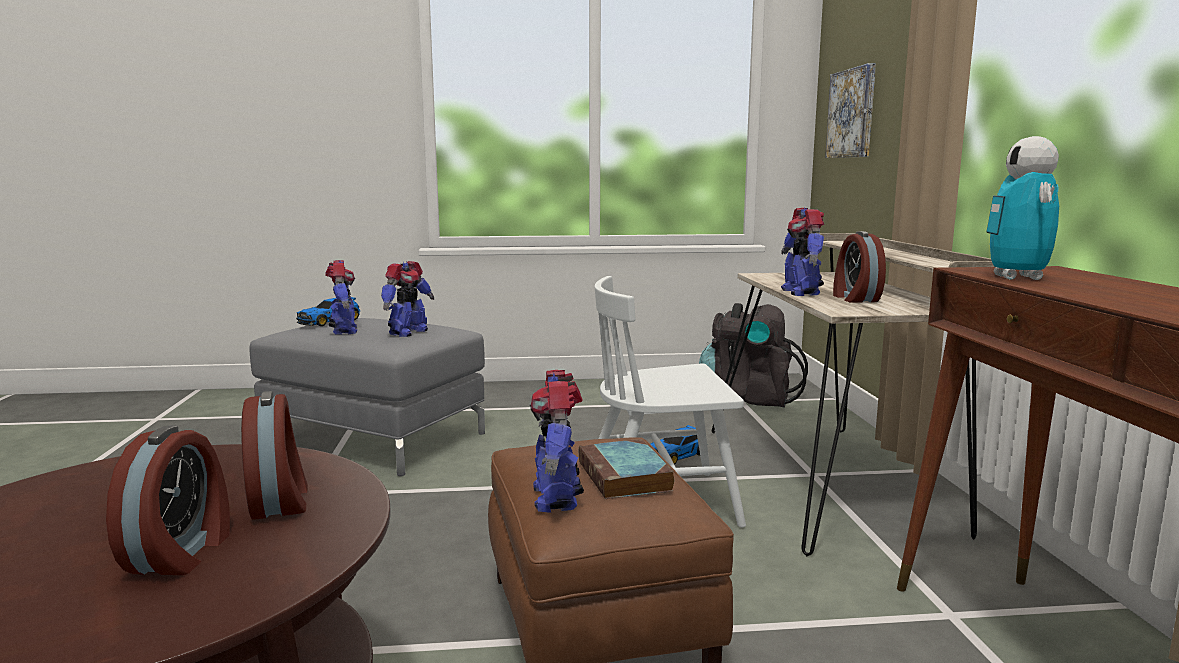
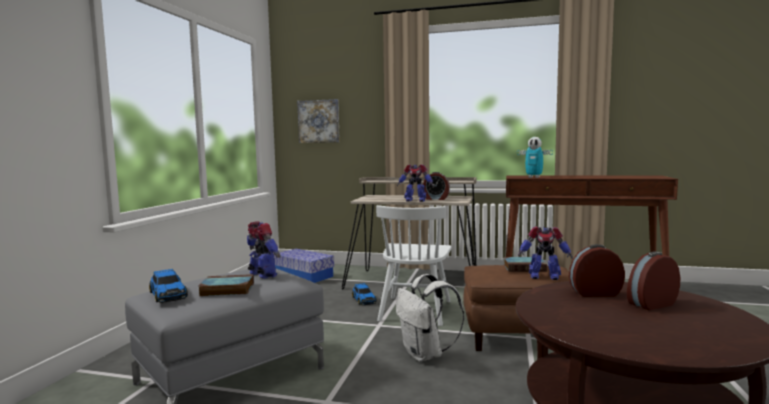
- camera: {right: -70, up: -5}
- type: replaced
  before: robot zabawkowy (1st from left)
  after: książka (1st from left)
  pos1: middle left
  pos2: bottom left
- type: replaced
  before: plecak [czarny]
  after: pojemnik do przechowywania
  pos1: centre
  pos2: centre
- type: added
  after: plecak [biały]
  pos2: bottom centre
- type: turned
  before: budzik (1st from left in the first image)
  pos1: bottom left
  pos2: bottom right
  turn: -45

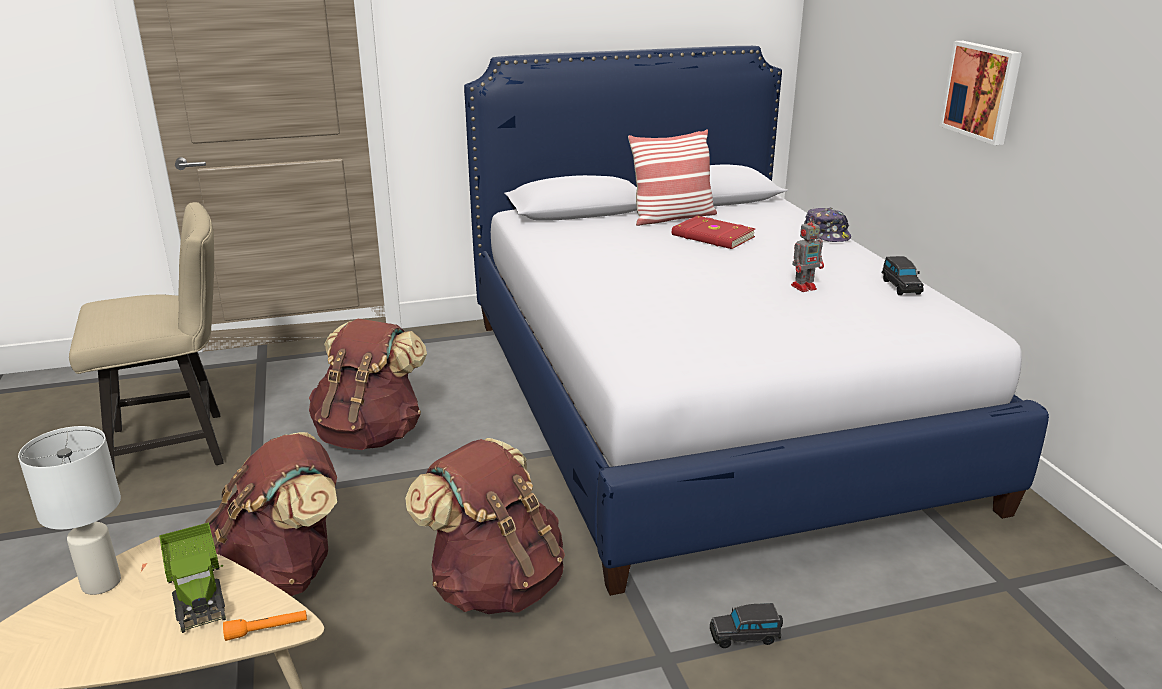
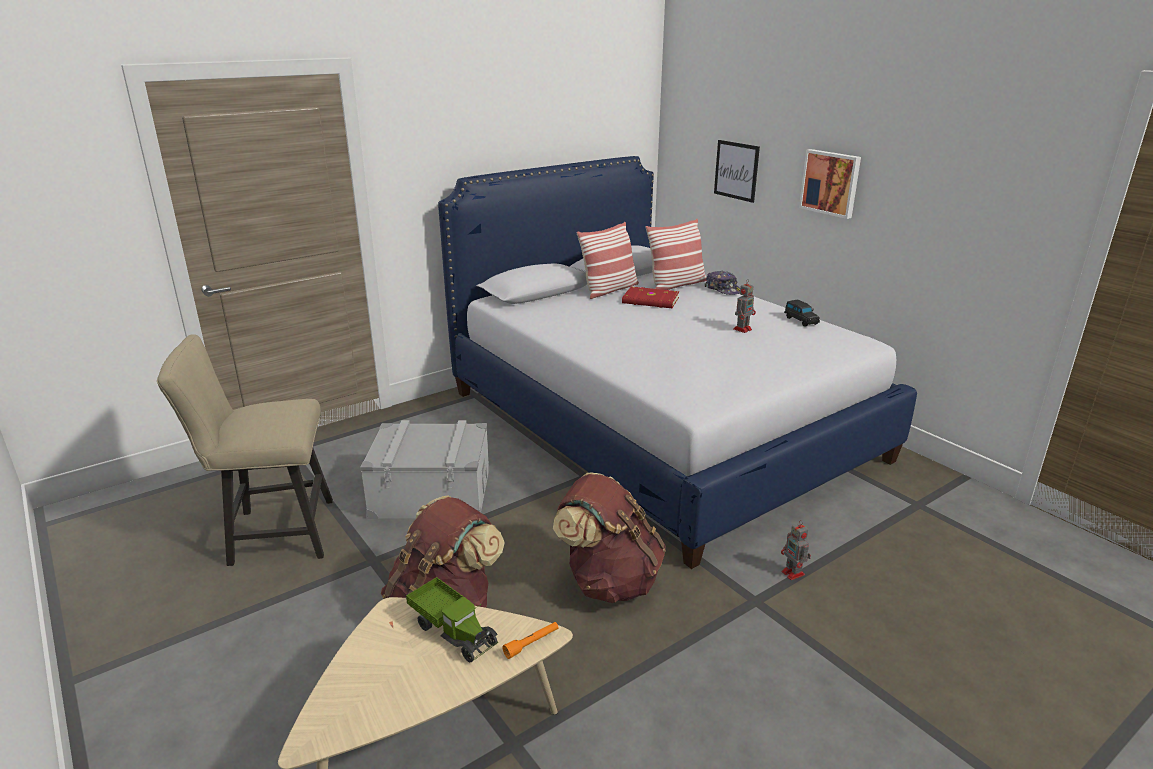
- camera: {right: -20, up: 0}
- type: turned
  before: krzesło [beżowy]
  pos1: middle left
  pos2: middle left
  turn: -150
- type: replaced
  before: plecak [brązowy] (2nd from left)
  after: pojemnik do przechowywania [szary]
  pos1: middle left
  pos2: centre
- type: added
  after: poduszka (2nd from left)
  pos2: top centre
- type: added
  after: obraz (1st from left)
  pos2: top centre
- type: replaced
  before: samochodzik [czarny] (1st from left)
  after: robot zabawkowy (2nd from left)
  pos1: bottom centre
  pos2: bottom right
- type: removed
  before: lampa stołowa [biały]
  pos1: bottom left

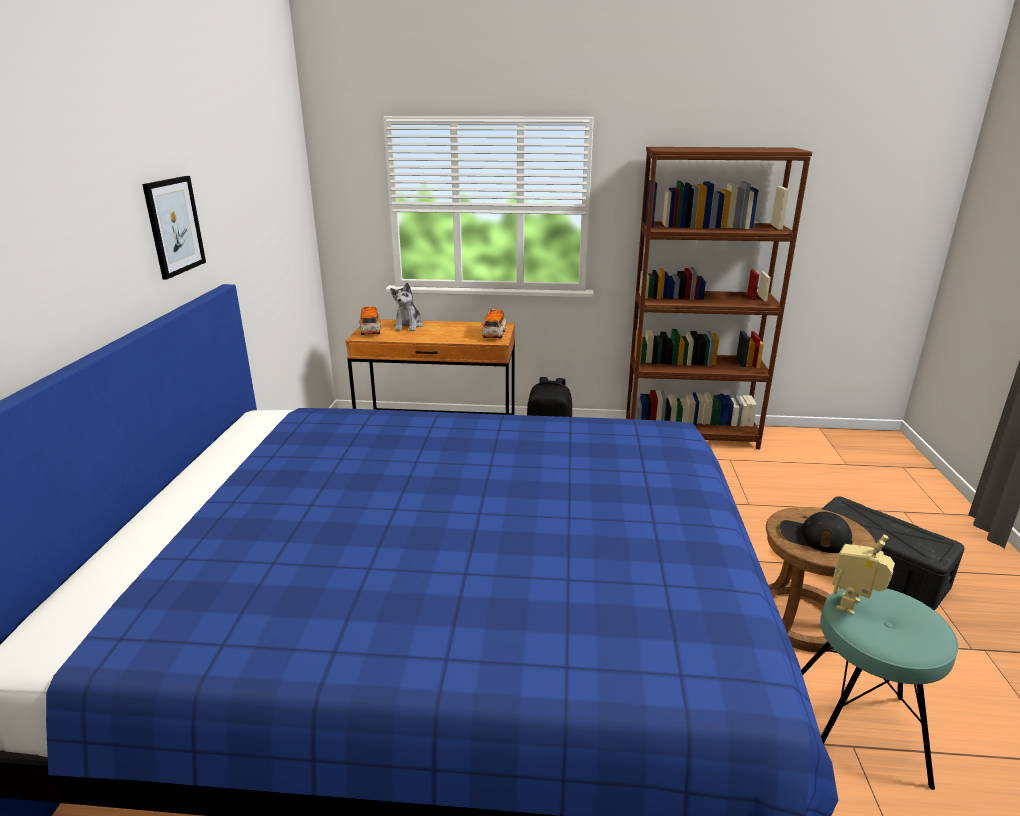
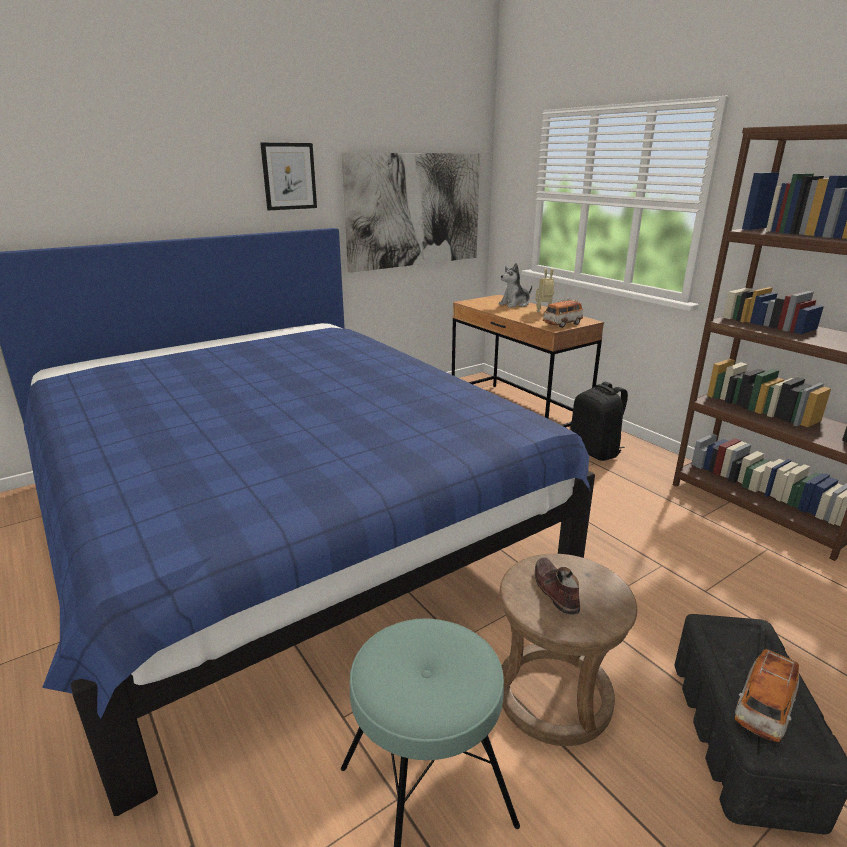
- camera: {right: 50, up: 0}
- type: added
  after: obraz (2nd from left)
  pos2: top centre
- type: moved
  before: robot zabawkowy
  pos1: bottom right
  pos2: centre
- type: replaced
  before: czapka z daszkiem [czarny]
  after: but [brązowy]
  pos1: middle right
  pos2: bottom centre
- type: moved
  before: samochodzik (1st from left in the first image)
  after: samochodzik (2nd from left)
  pos1: centre
  pos2: bottom right

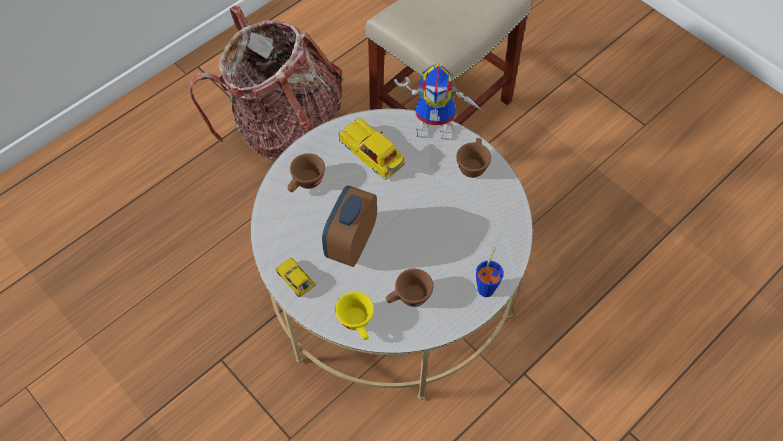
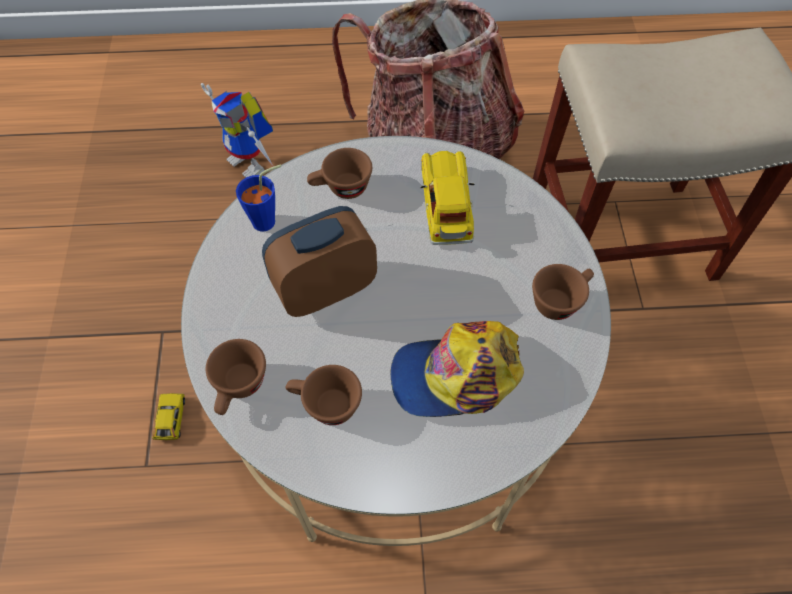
- camera: {right: 40, up: 0}
- type: moved
  before: samochodzik (1st from left)
  pos1: centre
  pos2: bottom left
- type: moved
  before: robot zabawkowy
  pos1: top centre
  pos2: top left
- type: recoloured
  before: filiżanka [żółty]
  after: filiżanka [brązowy] (1st from left)
  pos1: bottom centre
  pos2: middle left
- type: moved
  before: filiżanka [niebieski]
  pos1: centre
  pos2: middle left
- type: added
  after: czapka z daszkiem
  pos2: centre

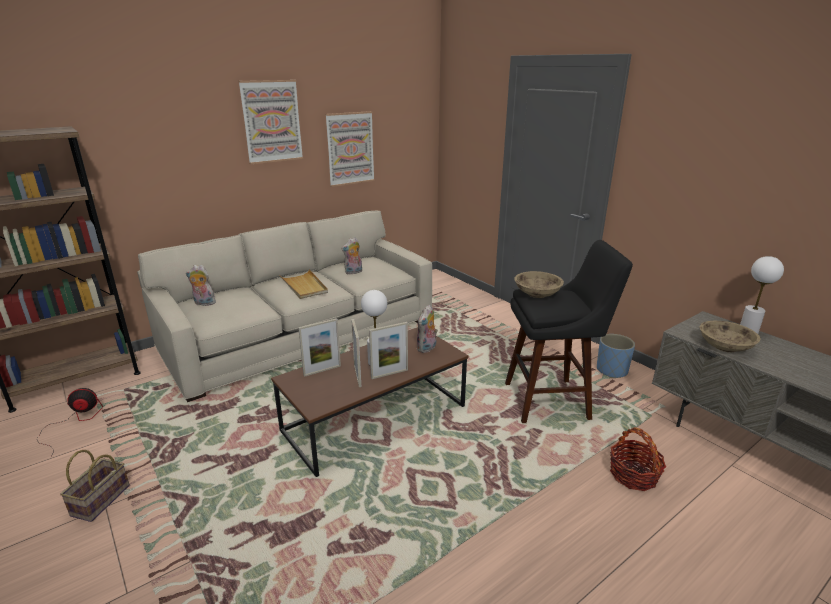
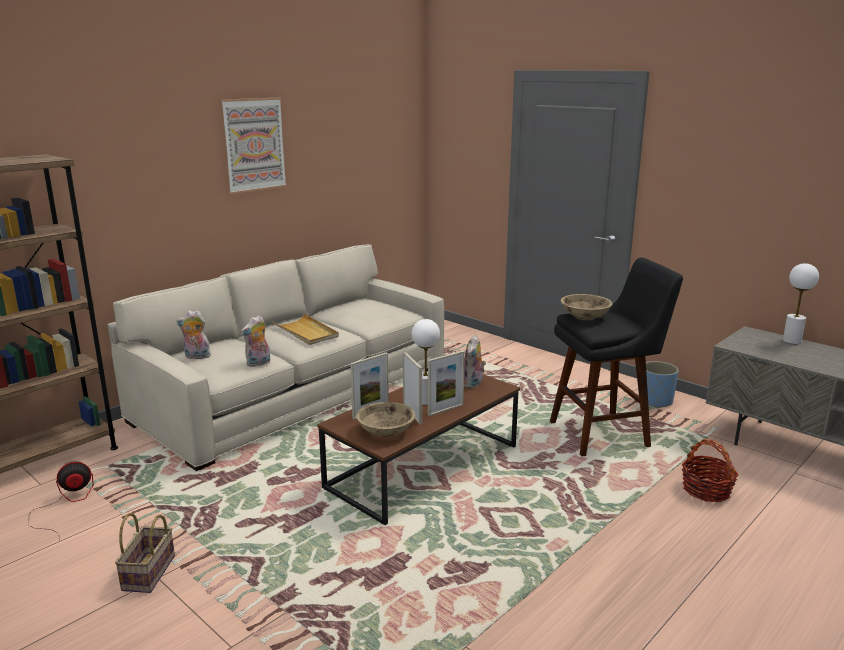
- camera: {right: -10, up: -5}
- type: moved
  before: pluszak (2nd from left)
  pos1: centre
  pos2: middle left
- type: moved
  before: miska [beżowy] (2nd from left in the first image)
  after: miska [beżowy] (1st from left)
  pos1: middle right
  pos2: centre
- type: removed
  before: obraz (2nd from left)
  pos1: top centre

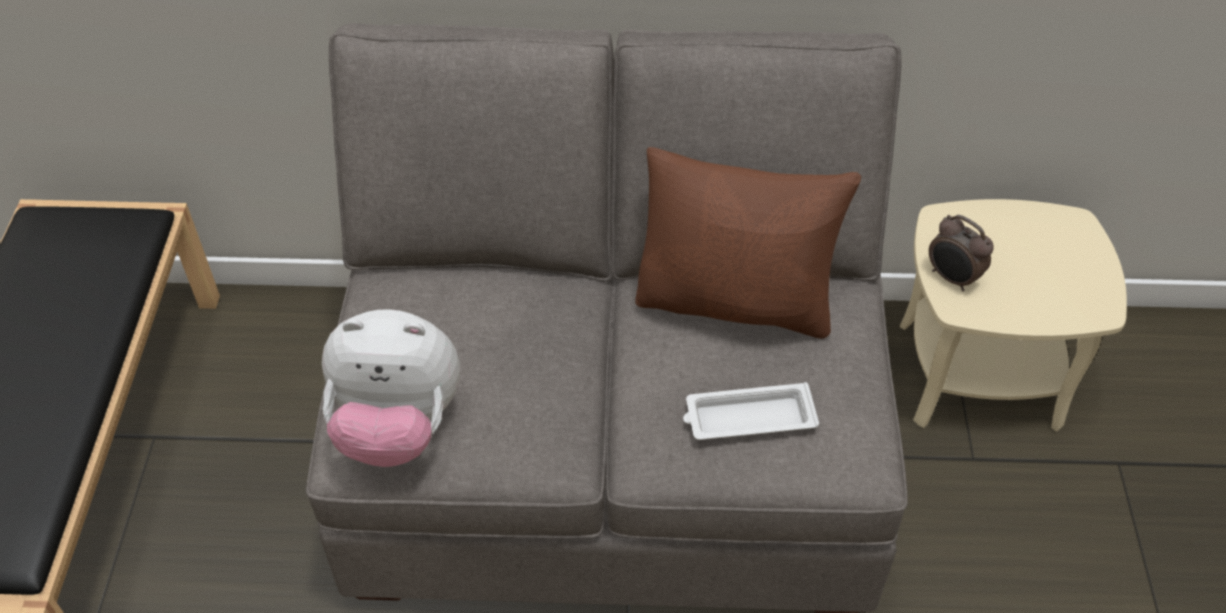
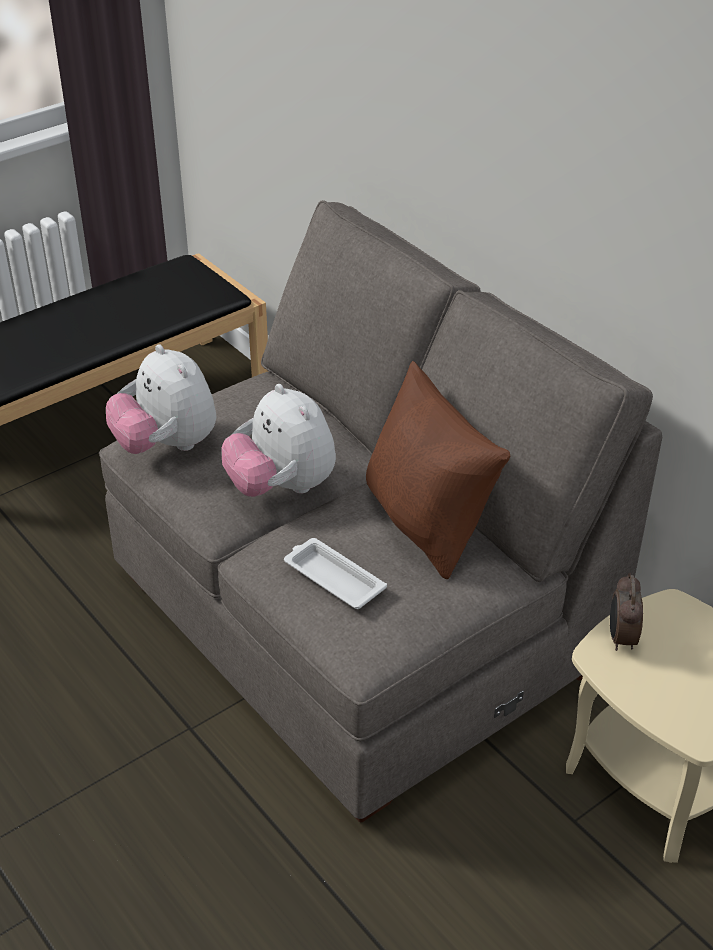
- camera: {right: 50, up: -10}
- type: added
  after: pluszak (2nd from left)
  pos2: centre

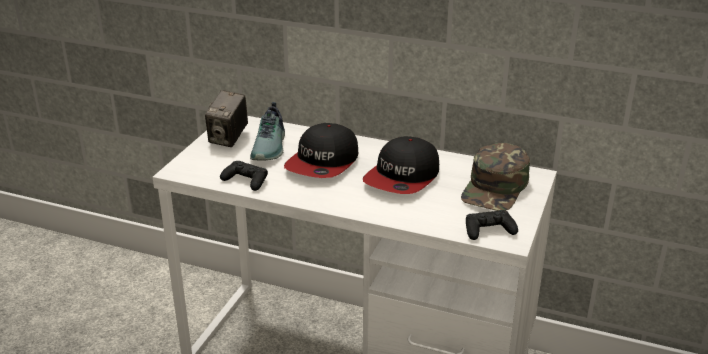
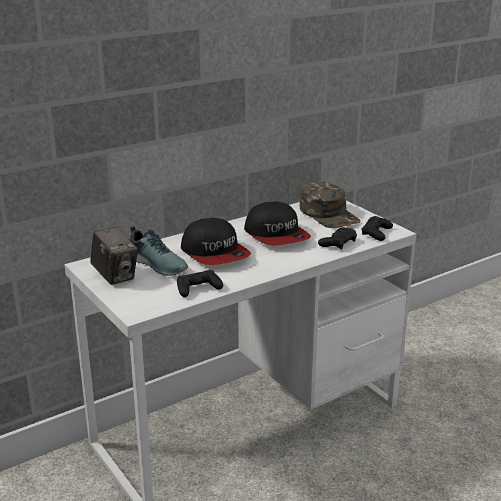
- camera: {right: -55, up: -5}
- type: added
  after: pad do gier [czarny] (2nd from left)
  pos2: middle right

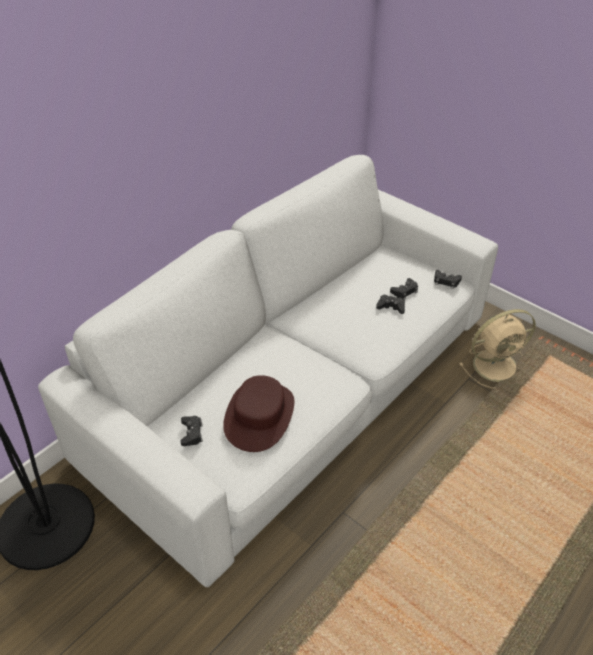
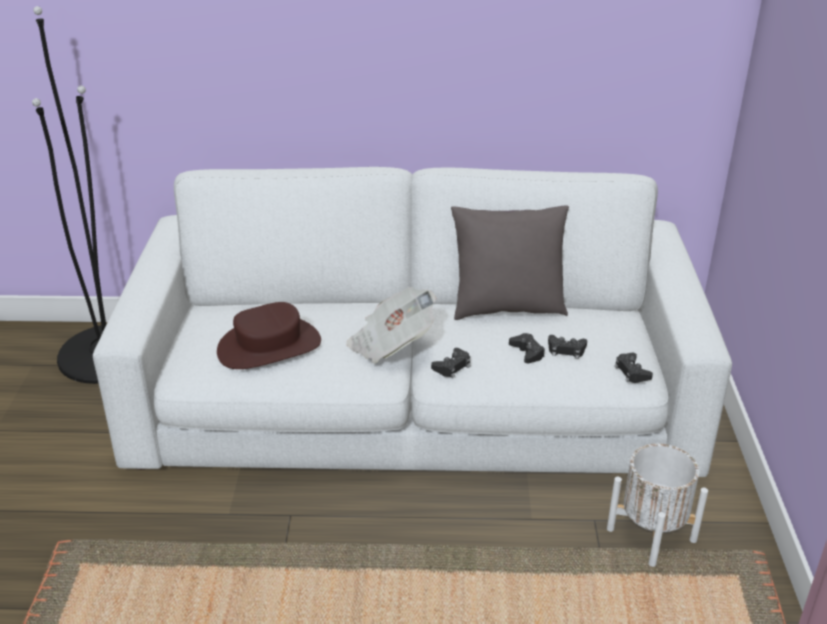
- camera: {right: 50, up: -10}
- type: added
  after: gazeta
  pos2: centre
- type: moved
  before: pad do gier [czarny] (1st from left)
  pos1: middle left
  pos2: centre
- type: added
  after: poduszka [szary]
  pos2: centre
- type: replaced
  before: wentylator [beżowy]
  after: donica [biały]
  pos1: middle right
  pos2: bottom right

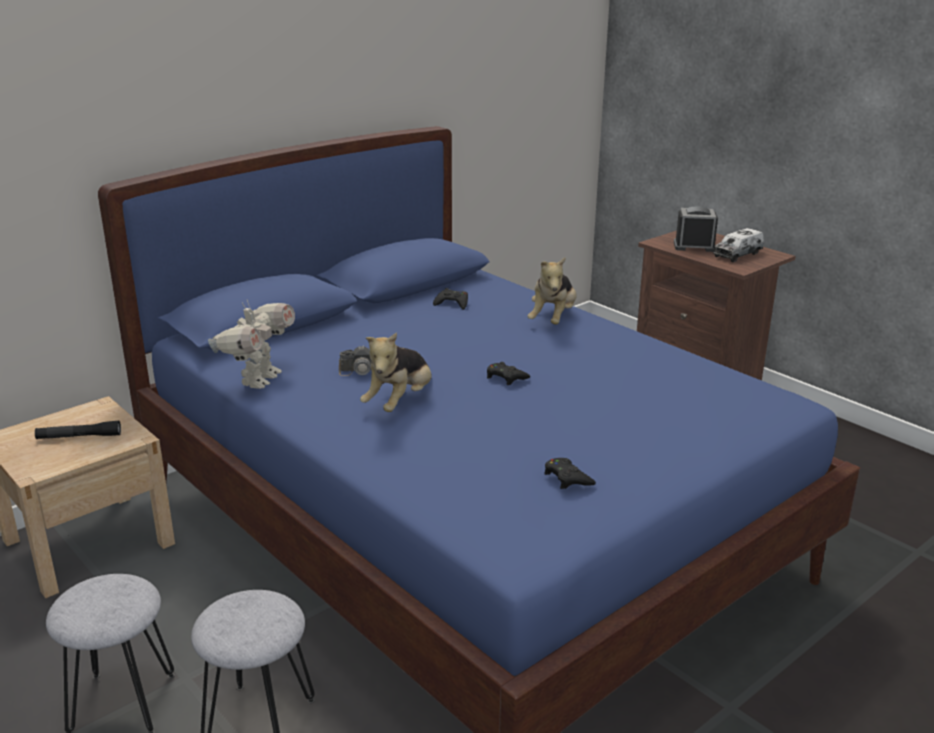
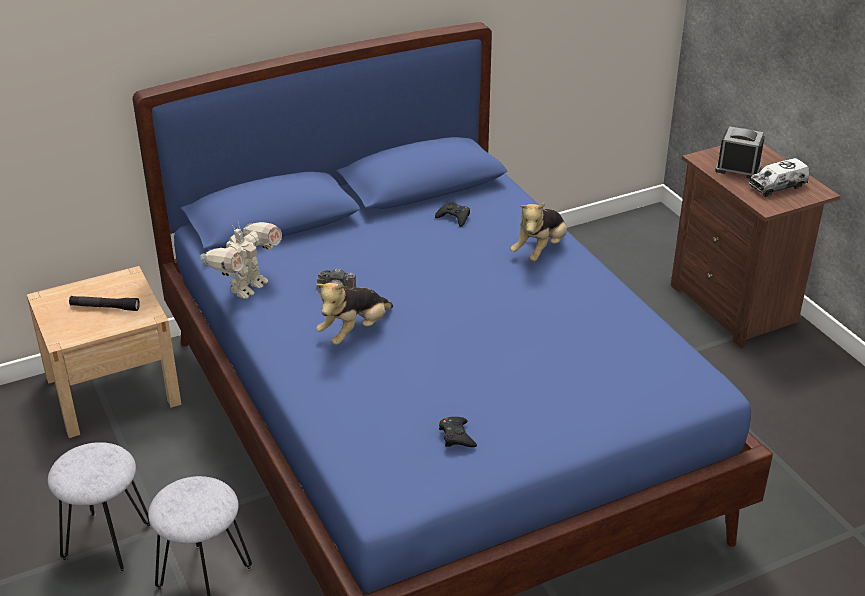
- camera: {right: 15, up: 10}
- type: removed
  before: pad do gier [czarny] (2nd from left)
  pos1: centre

